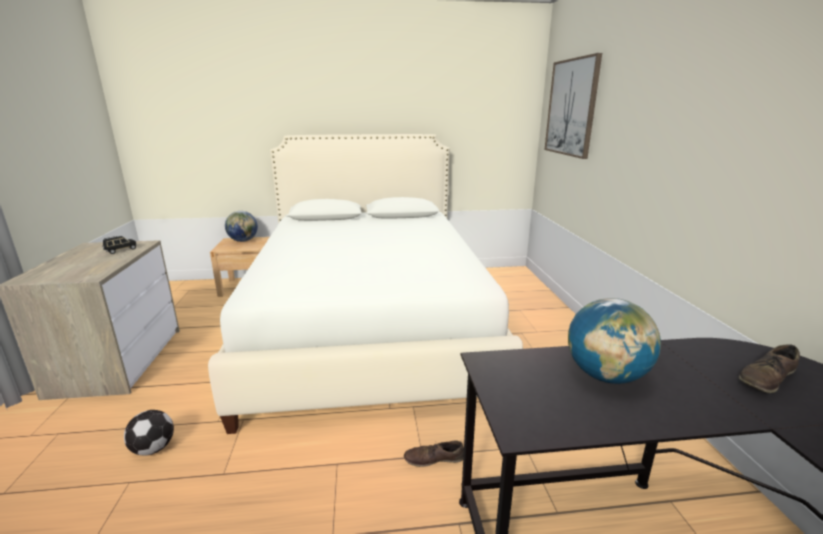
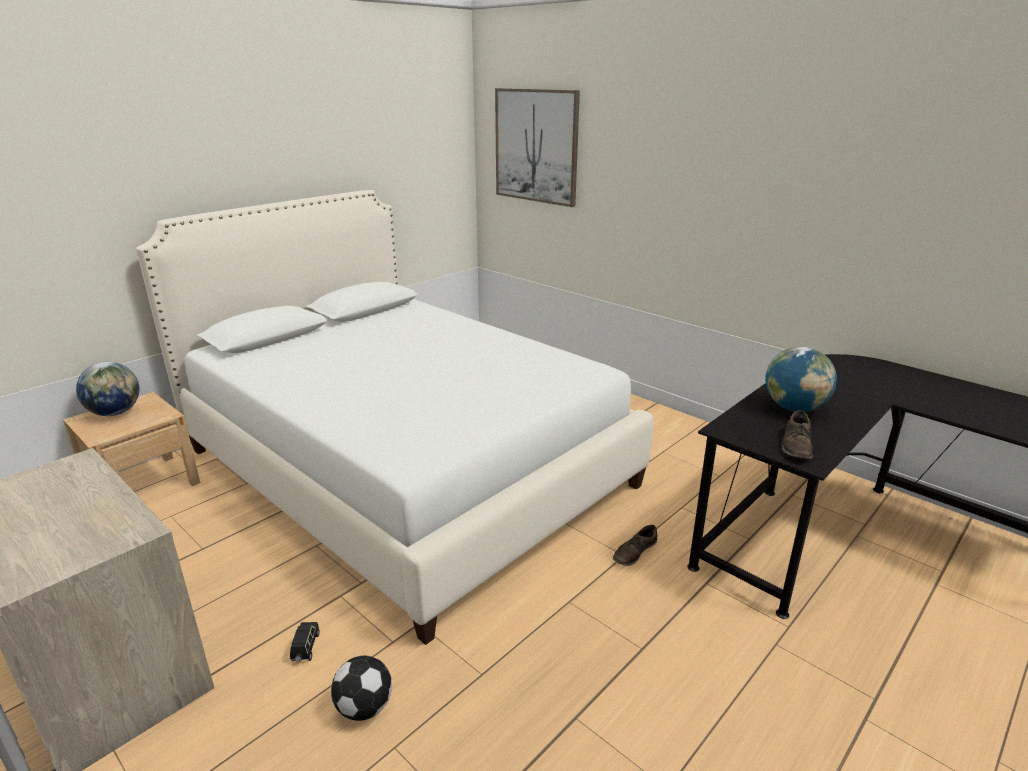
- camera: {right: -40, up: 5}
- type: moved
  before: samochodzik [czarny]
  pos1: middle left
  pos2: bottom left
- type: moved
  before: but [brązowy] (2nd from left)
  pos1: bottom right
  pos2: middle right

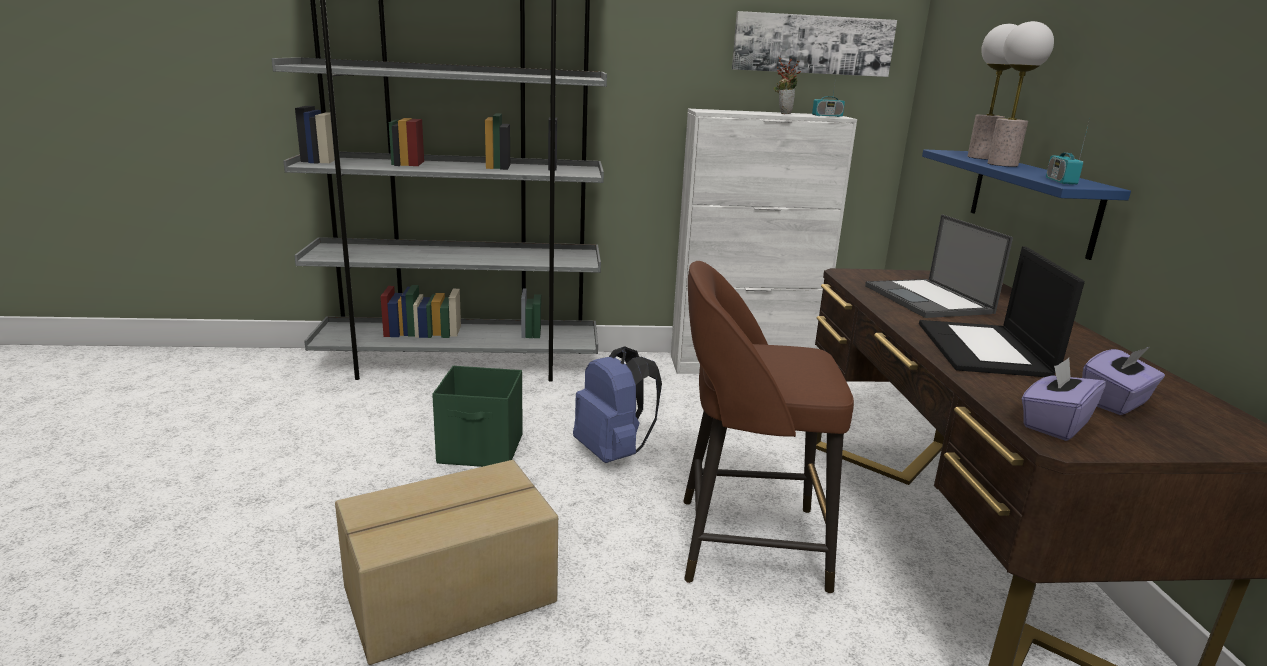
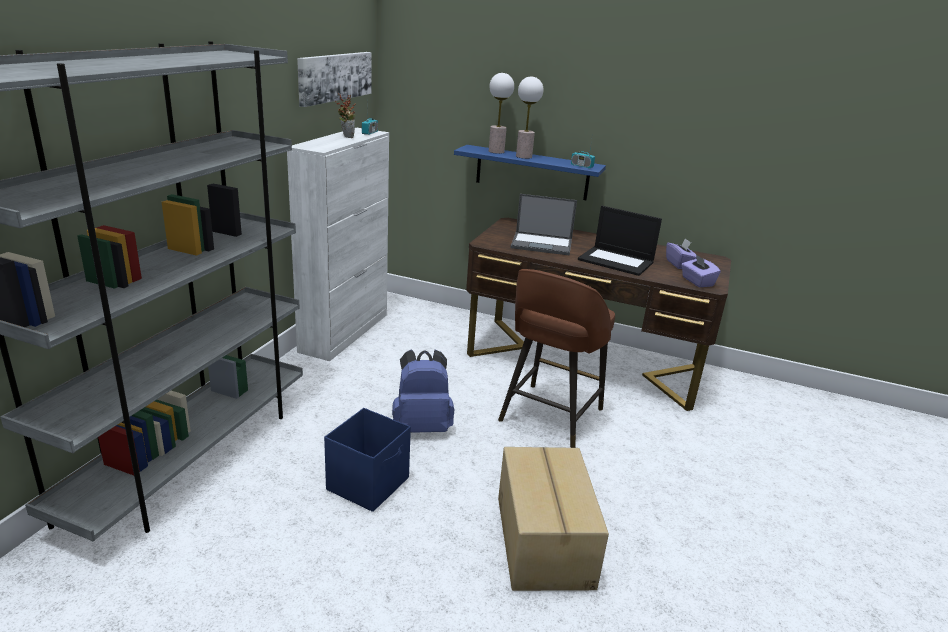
- camera: {right: -65, up: 5}
- type: recoloured
  before: pojemnik do przechowywania [zielony]
  after: pojemnik do przechowywania [niebieski]
  pos1: centre
  pos2: bottom centre

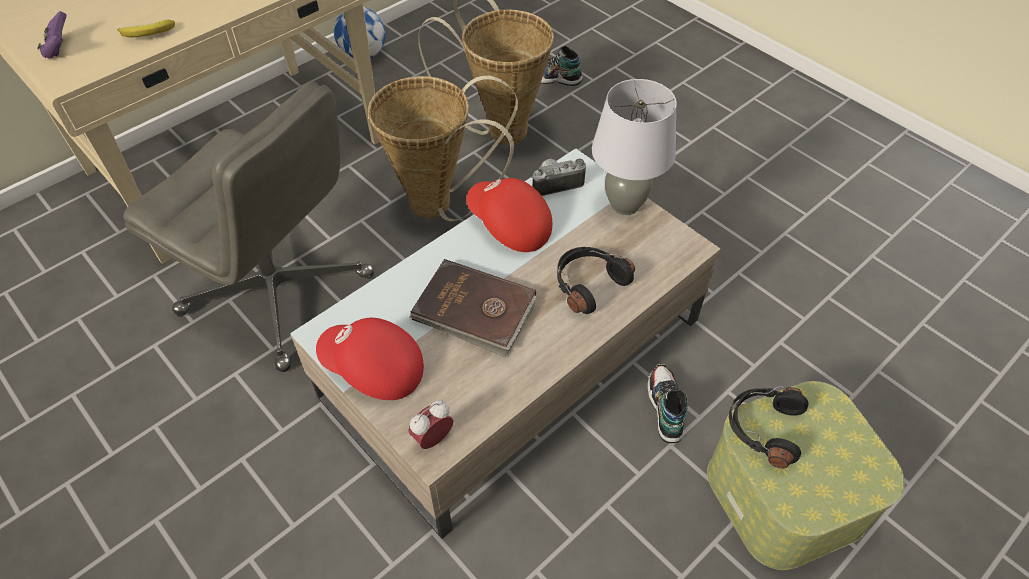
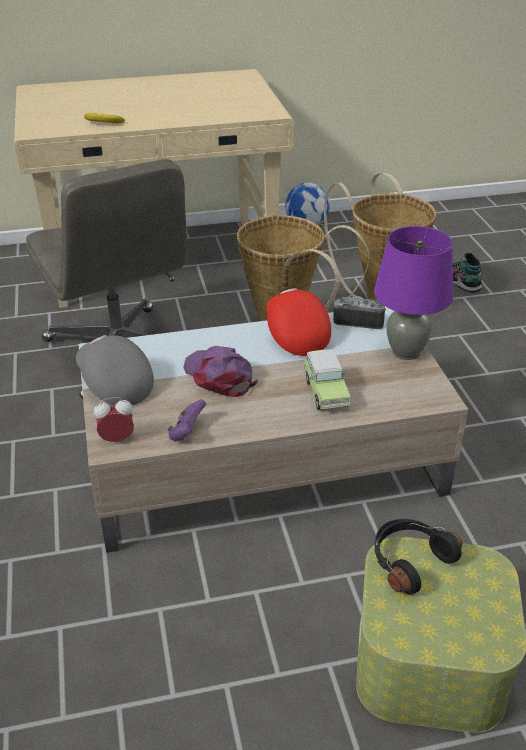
- camera: {right: 30, up: -15}
- type: recoloured
  before: czapka z daszkiem [czerwony] (1st from left)
  after: czapka z daszkiem [szary]
  pos1: centre
  pos2: middle left
- type: moved
  before: pad do gier [fioletowy]
  pos1: top left
  pos2: centre
- type: replaced
  before: książka [brązowy]
  after: czapka z daszkiem [fioletowy]
  pos1: centre
  pos2: centre
- type: replaced
  before: słuchawki [czarny] (1st from left)
  after: samochodzik
  pos1: centre
  pos2: centre
- type: recoloured
  before: lampa stołowa [szary]
  after: lampa stołowa [fioletowy]
  pos1: top centre
  pos2: middle right
- type: removed
  before: but (2nd from left)
  pos1: bottom centre

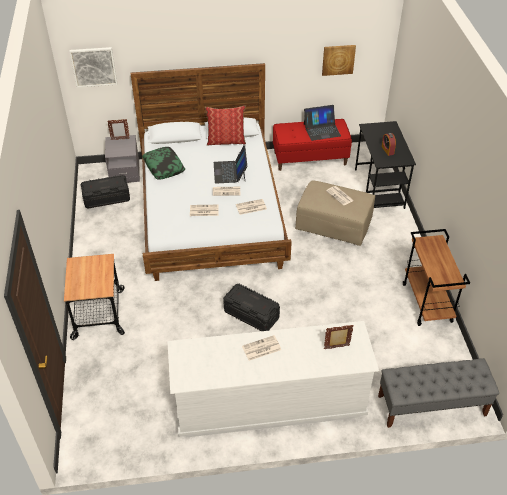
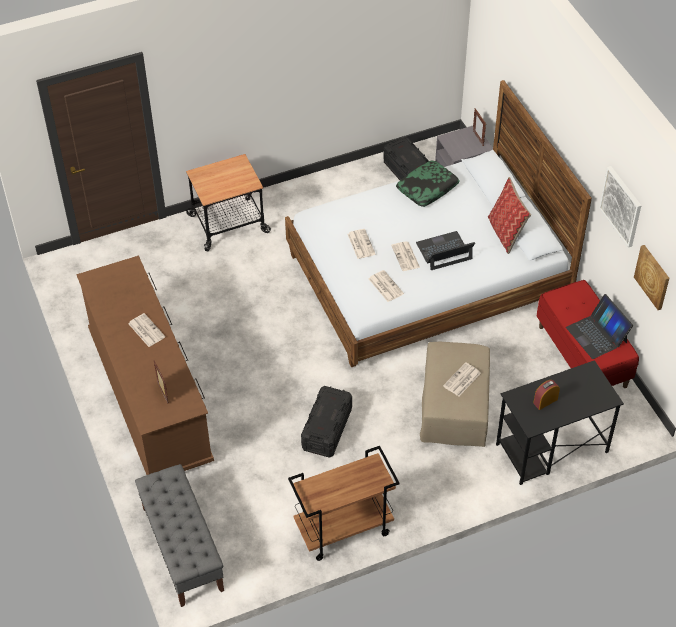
- camera: {right: 75, up: 5}
- type: recoloured
  before: komoda [biały]
  after: komoda [brązowy]
  pos1: bottom centre
  pos2: middle left
- type: moved
  before: pojemnik do przechowywania [czarny] (2nd from left in the first image)
  after: pojemnik do przechowywania [czarny] (1st from left)
  pos1: centre
  pos2: bottom centre
- type: moved
  before: obraz (1st from left)
  pos1: top left
  pos2: top right

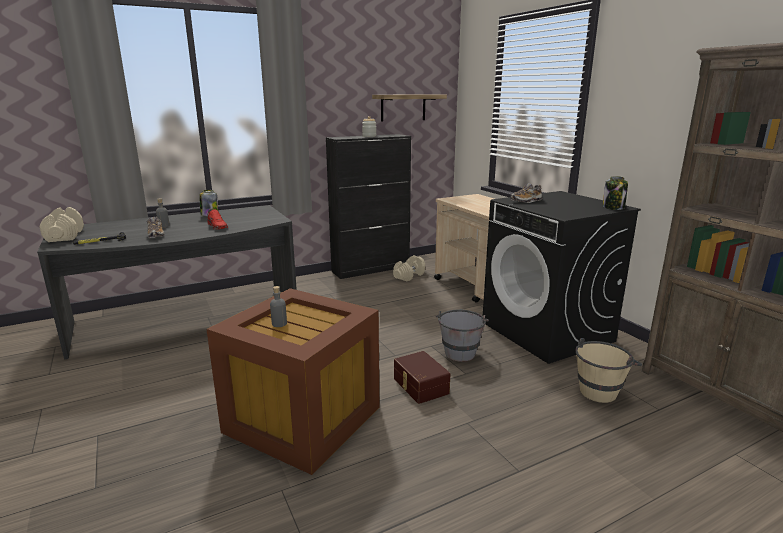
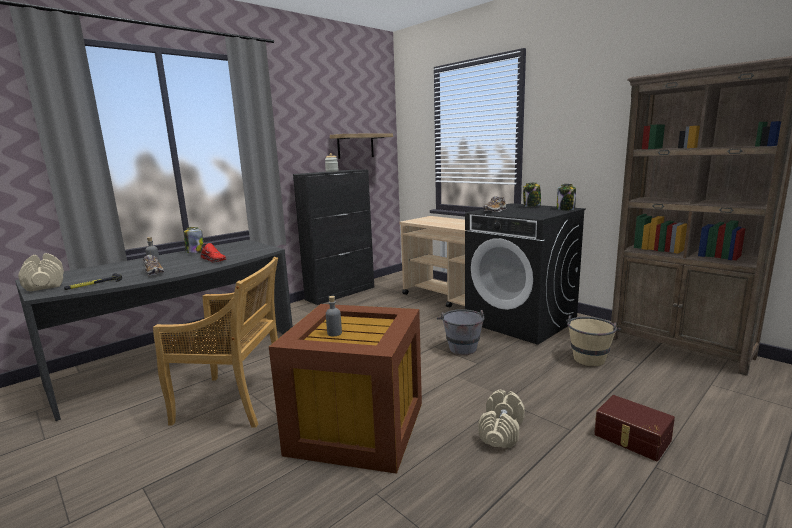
- camera: {right: -15, up: -5}
- type: added
  after: krzesło [beżowy]
  pos2: middle left
- type: moved
  before: hantel [beżowy] (2nd from left)
  pos1: centre
  pos2: bottom centre
- type: added
  after: słoik (3rd from left)
  pos2: middle right
- type: moved
  before: pojemnik do przechowywania [brązowy] (2nd from left)
  pos1: bottom centre
  pos2: bottom right

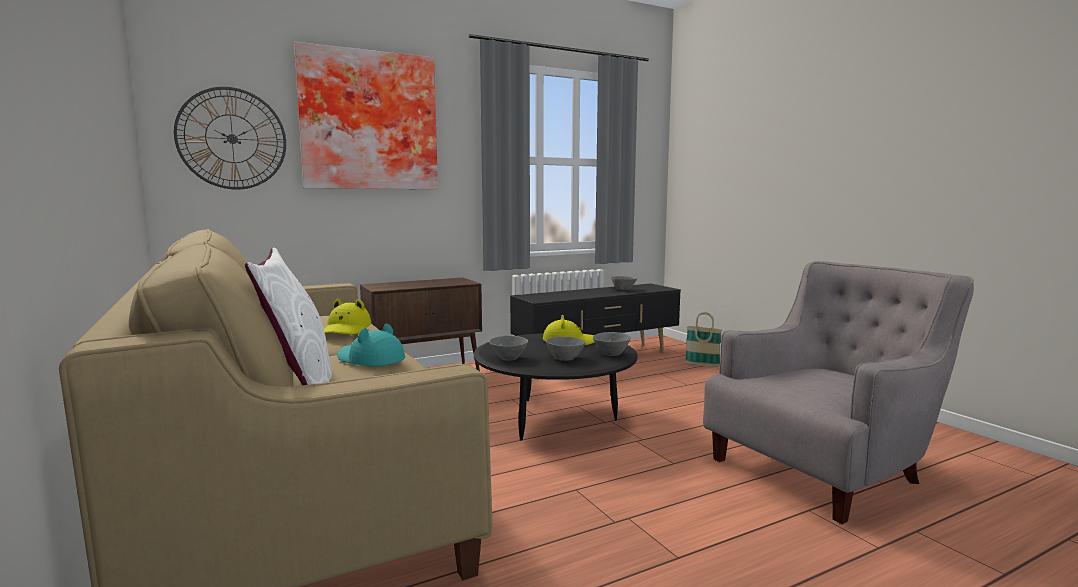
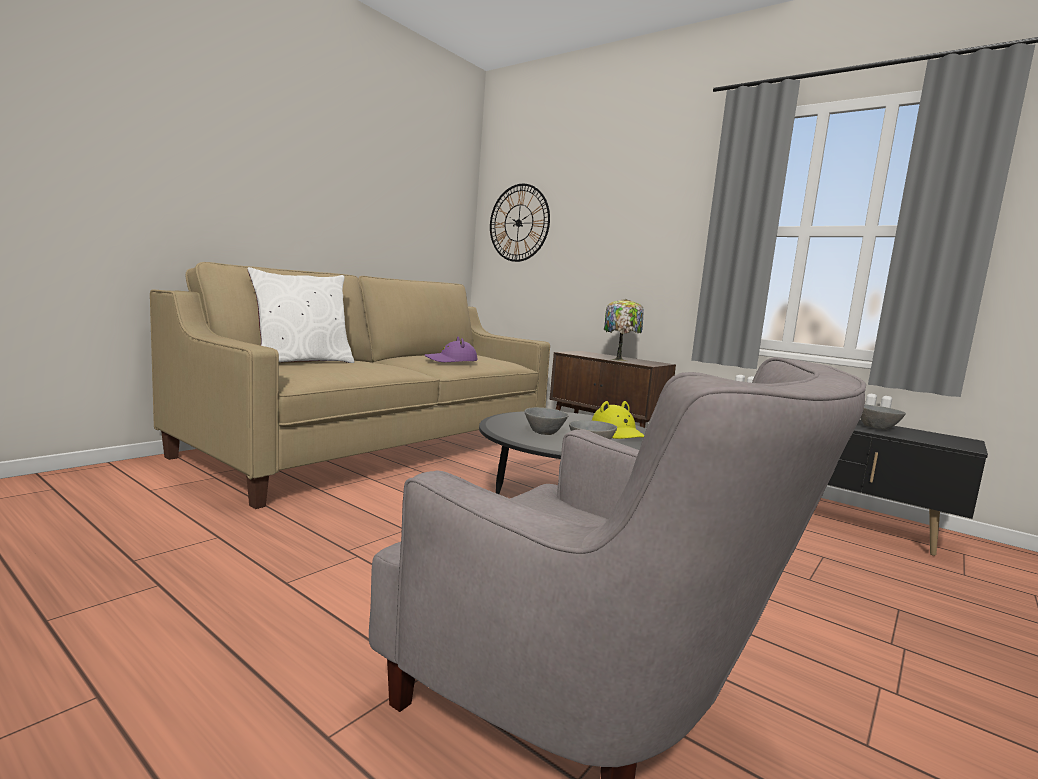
- camera: {right: 65, up: 0}
- type: recoloured
  before: kapelusz [żółty] (1st from left)
  after: kapelusz [fioletowy]
  pos1: middle left
  pos2: centre
- type: added
  after: lampa stołowa
  pos2: centre
- type: removed
  before: obraz
  pos1: top centre
- type: removed
  before: kapelusz [turkusowy]
  pos1: centre
- type: removed
  before: miska [szary] (1st from left)
  pos1: centre
- type: removed
  before: koszyk
  pos1: centre

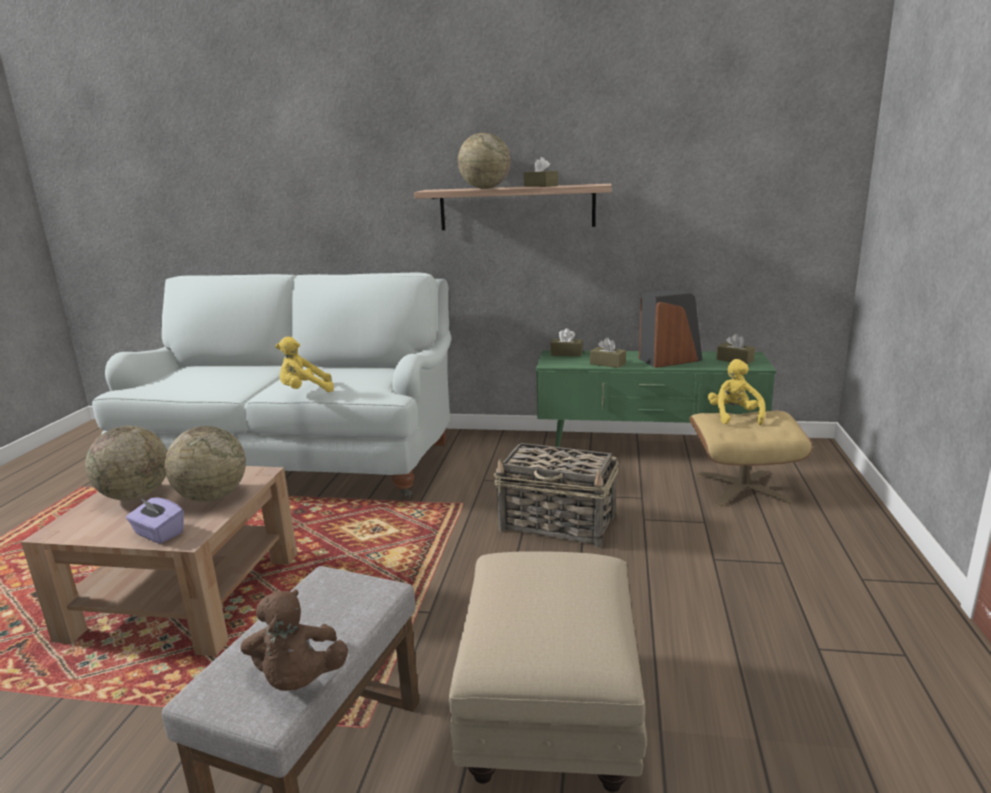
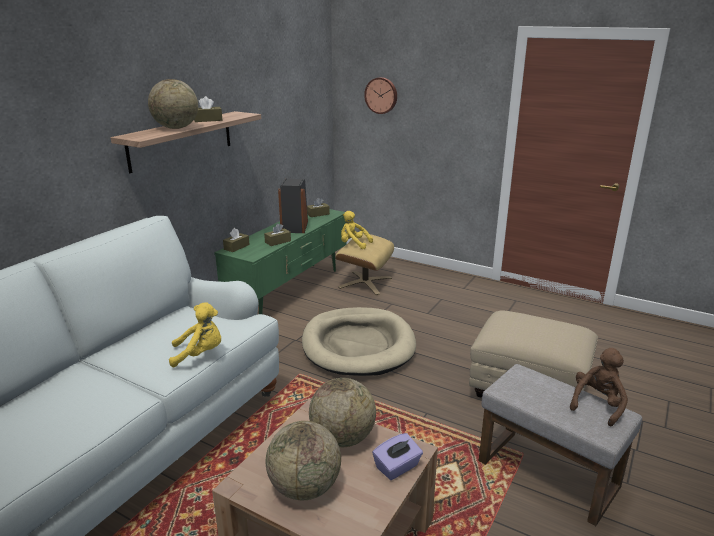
- camera: {right: -70, up: 5}
- type: turned
  before: pluszak [żółty] (1st from left)
  pos1: middle left
  pos2: middle left
  turn: -105
- type: replaced
  before: koszyk
  after: legowisko [beżowy]
  pos1: centre
  pos2: centre
- type: added
  after: zegar ścienny
  pos2: top centre
- type: turned
  before: pluszak [brązowy]
  pos1: bottom left
  pos2: bottom right
  turn: -60

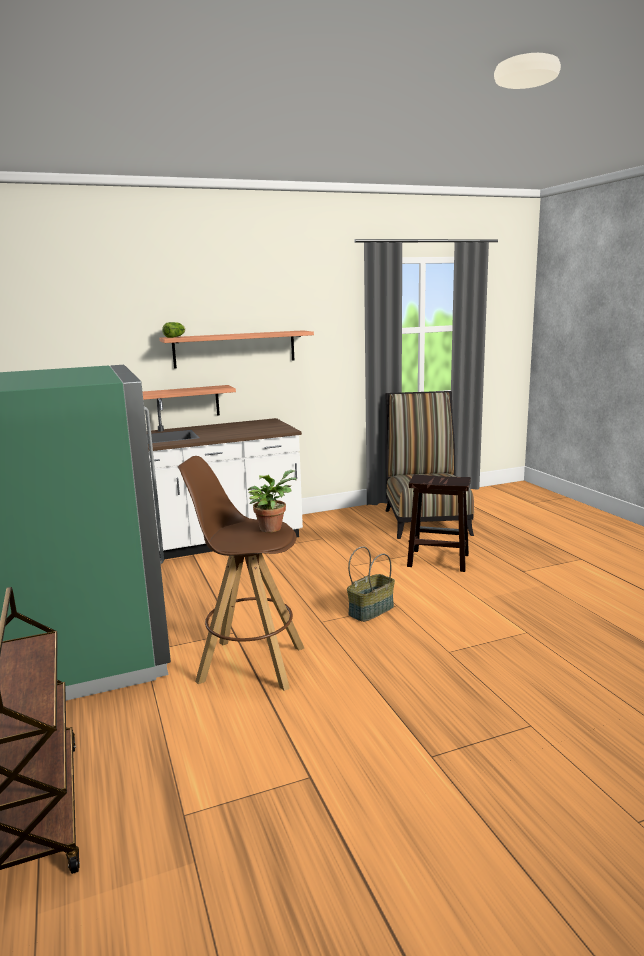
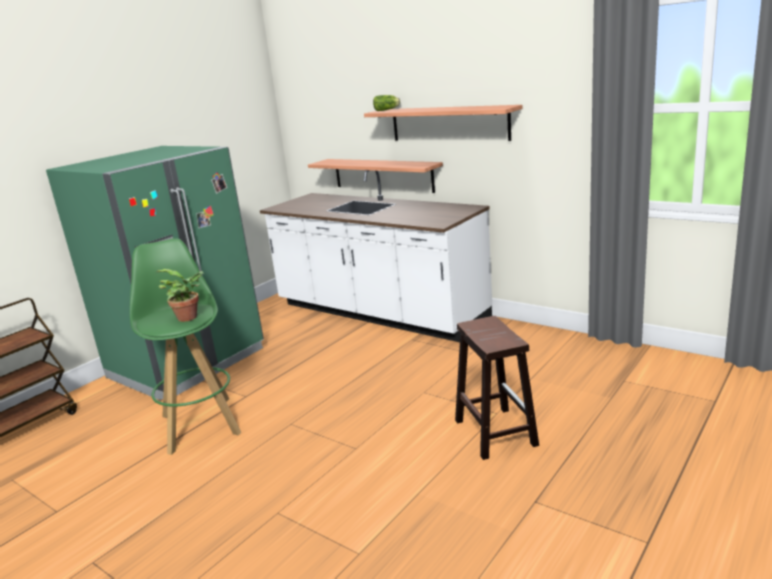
- camera: {right: 60, up: 5}
- type: recoloured
  before: stołek [brązowy] (1st from left)
  after: stołek [zielony]
  pos1: centre
  pos2: middle left
- type: removed
  before: koszyk
  pos1: centre
- type: removed
  before: krzesło
  pos1: centre

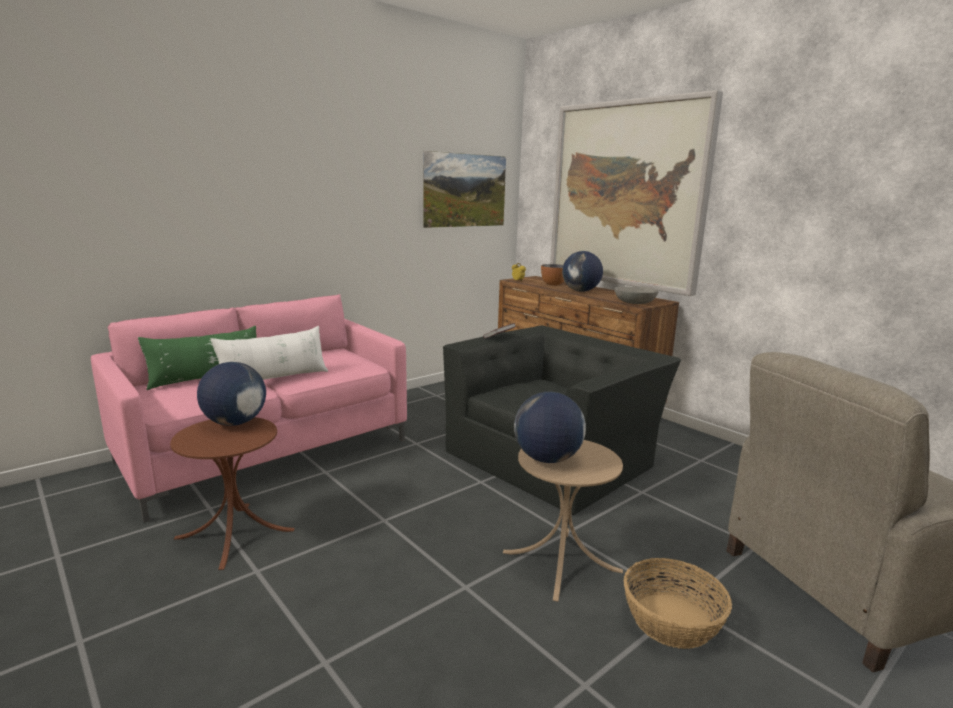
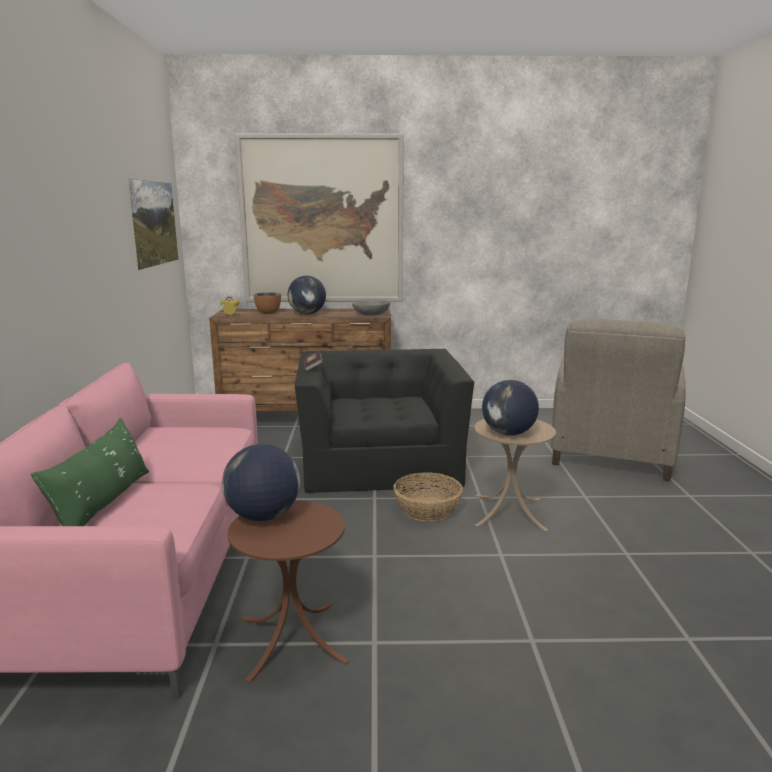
- camera: {right: -50, up: 0}
- type: moved
  before: koszyk
  pos1: bottom right
  pos2: centre
- type: removed
  before: poduszka [biały]
  pos1: middle left

